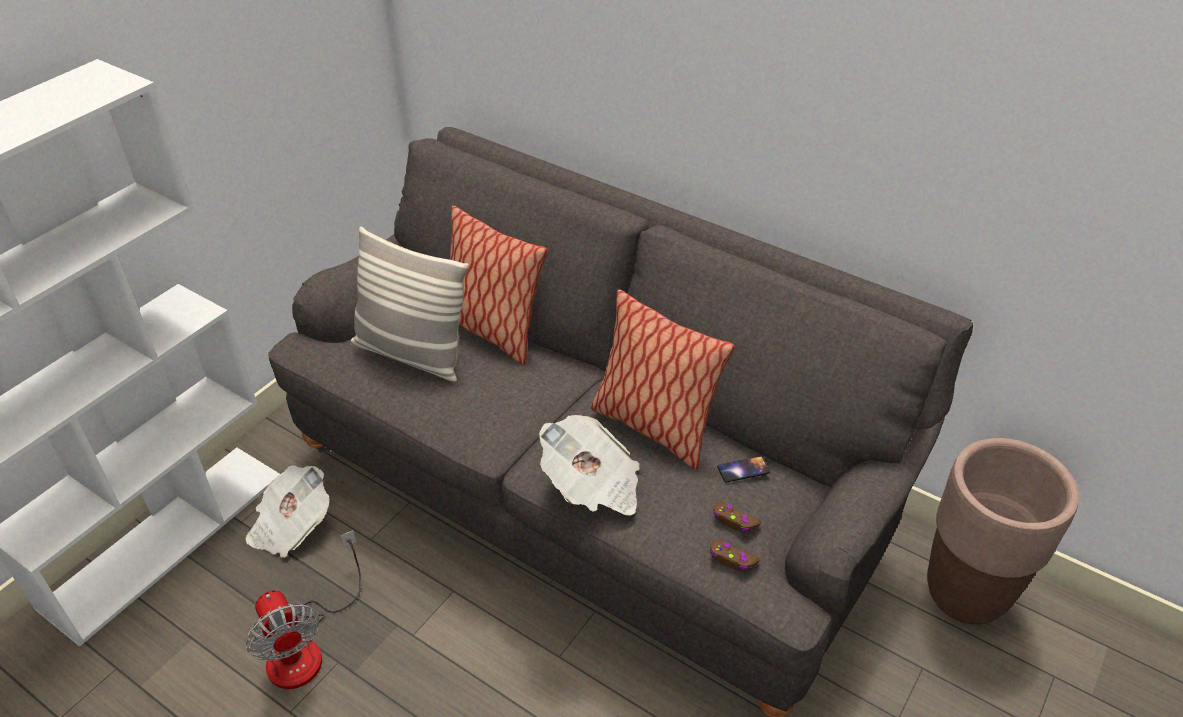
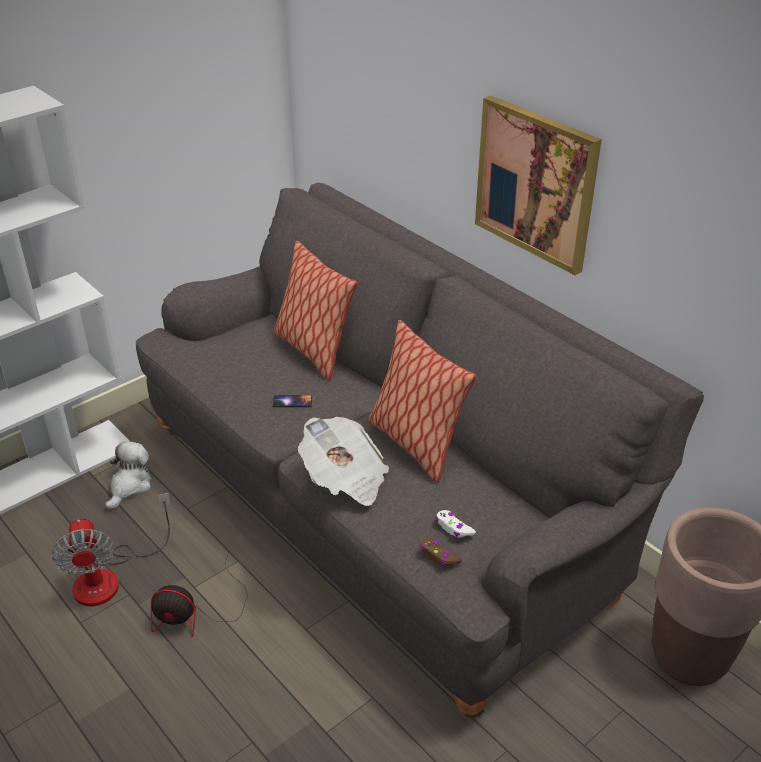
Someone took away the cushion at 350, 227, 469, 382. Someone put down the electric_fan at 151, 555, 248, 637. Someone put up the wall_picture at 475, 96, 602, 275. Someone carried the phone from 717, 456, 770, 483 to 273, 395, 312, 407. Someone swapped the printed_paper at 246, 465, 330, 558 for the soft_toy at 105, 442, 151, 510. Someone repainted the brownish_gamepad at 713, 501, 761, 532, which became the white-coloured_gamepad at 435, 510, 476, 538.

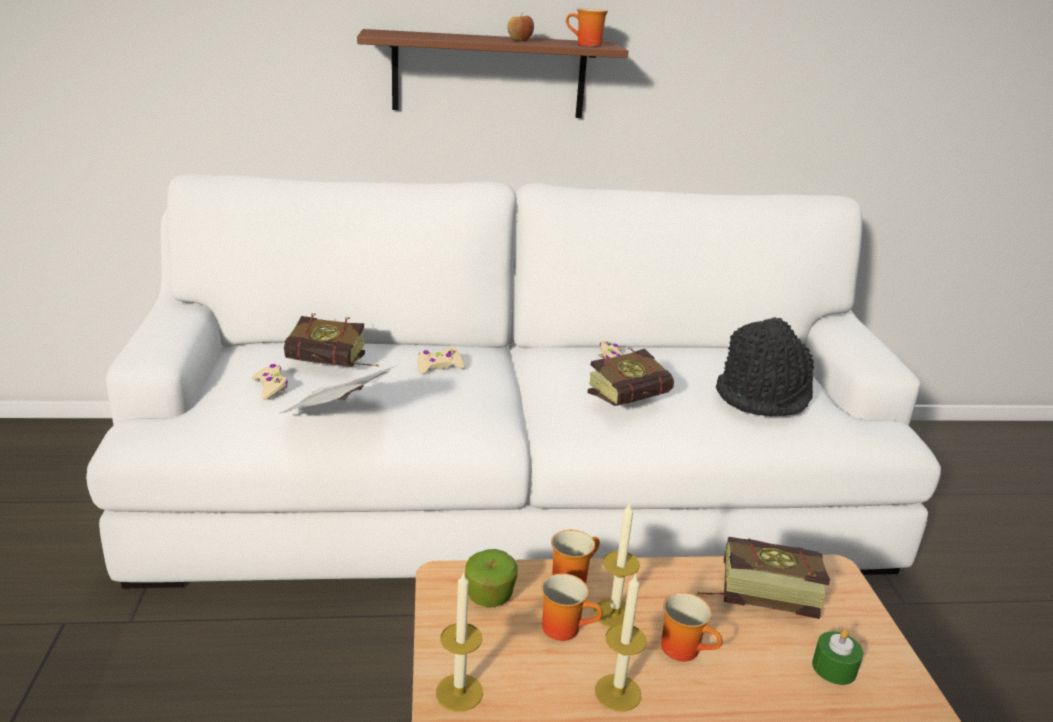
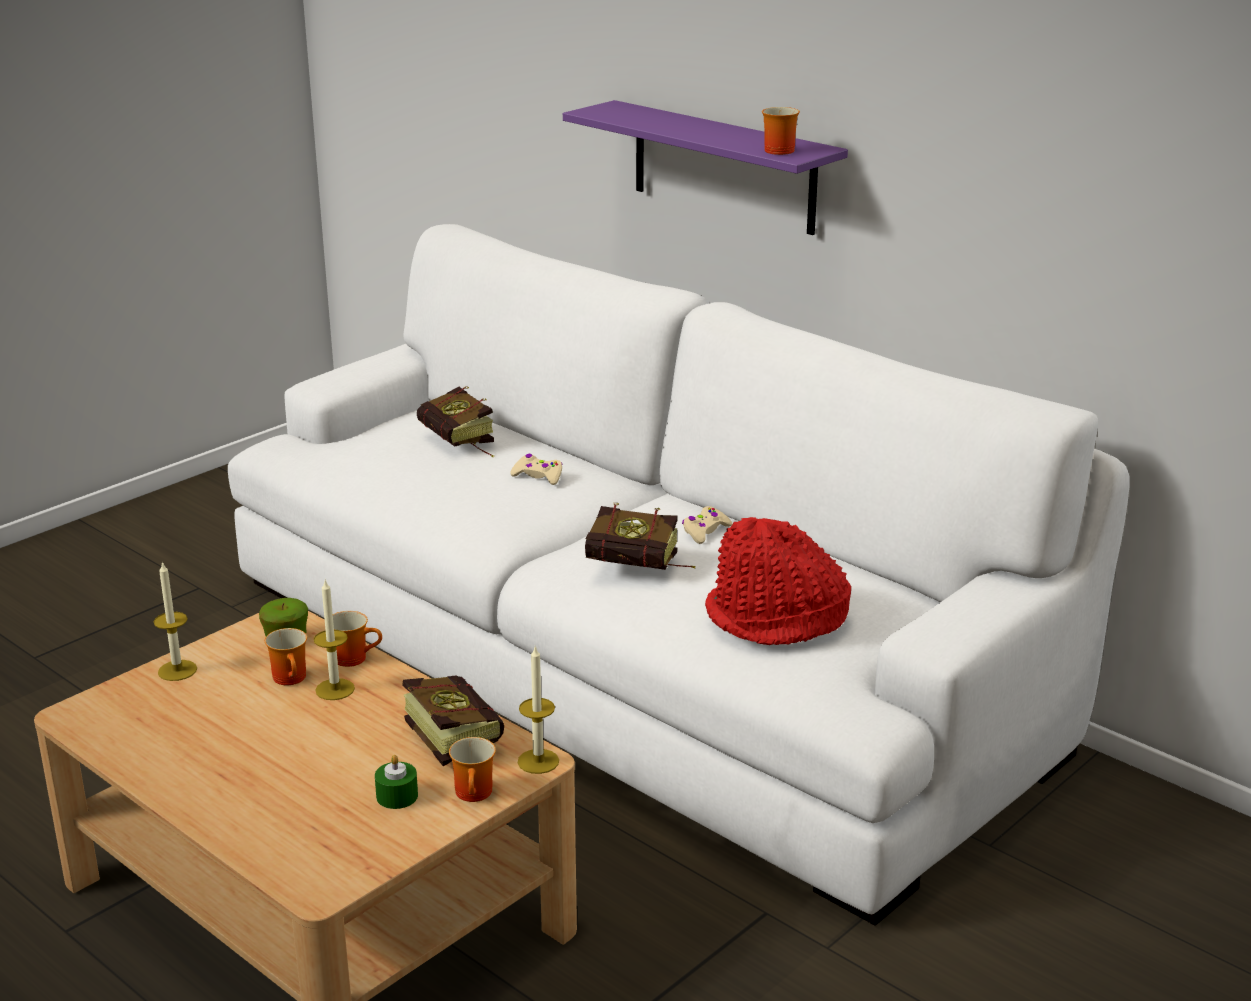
Someone took away the beige-coloured_gamepad at 252, 364, 288, 400. Someone took away the printed_paper at 278, 365, 398, 414. Someone took away the apple_fruit at 507, 13, 534, 41. Someone carried the wax_candle from 595, 573, 647, 712 to 518, 646, 559, 774. Someone carried the tea_mug from 661, 593, 723, 662 to 449, 737, 496, 802. Someone repainted the brownish_wall_shelf at 357, 29, 629, 118, which became the purplish_wall_shelf at 563, 100, 848, 235. Someone repainted the black-coloured_clothing_hat at 716, 317, 814, 416, which became the red_clothing_hat at 705, 517, 851, 645.

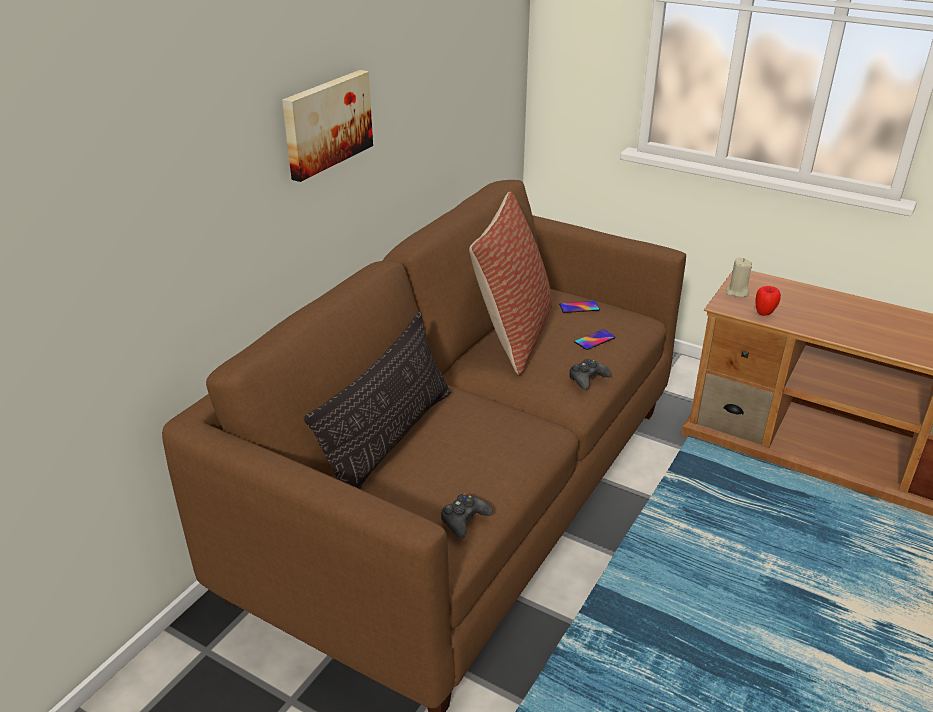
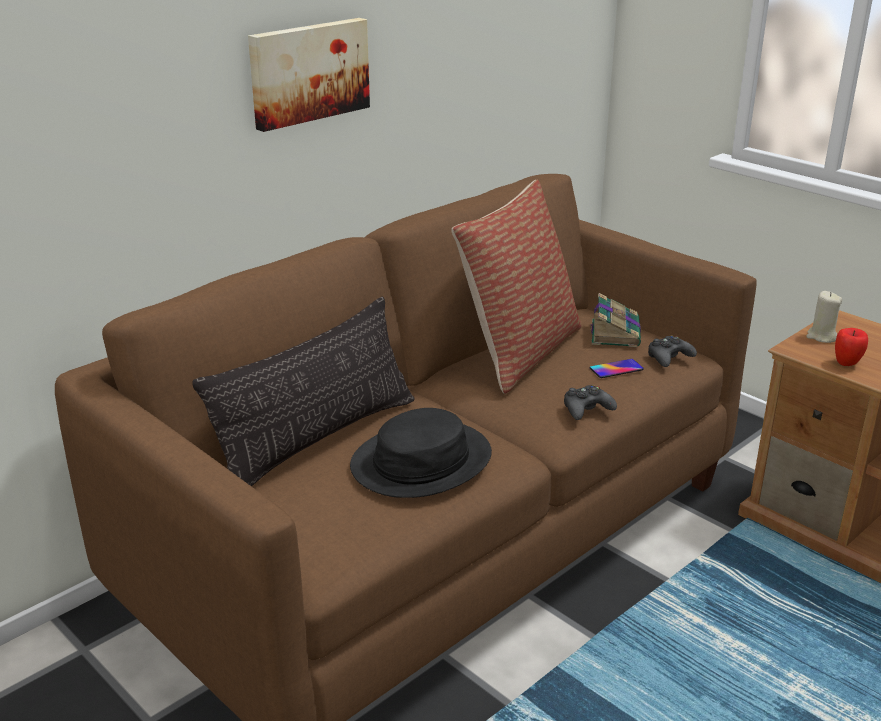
Someone put down the black-coloured_clothing_hat at 350, 408, 492, 498. Someone carried the black-coloured_gamepad from 441, 493, 493, 538 to 648, 335, 697, 367. Someone swapped the phone at 559, 301, 600, 313 for the bound_book at 590, 293, 641, 347.

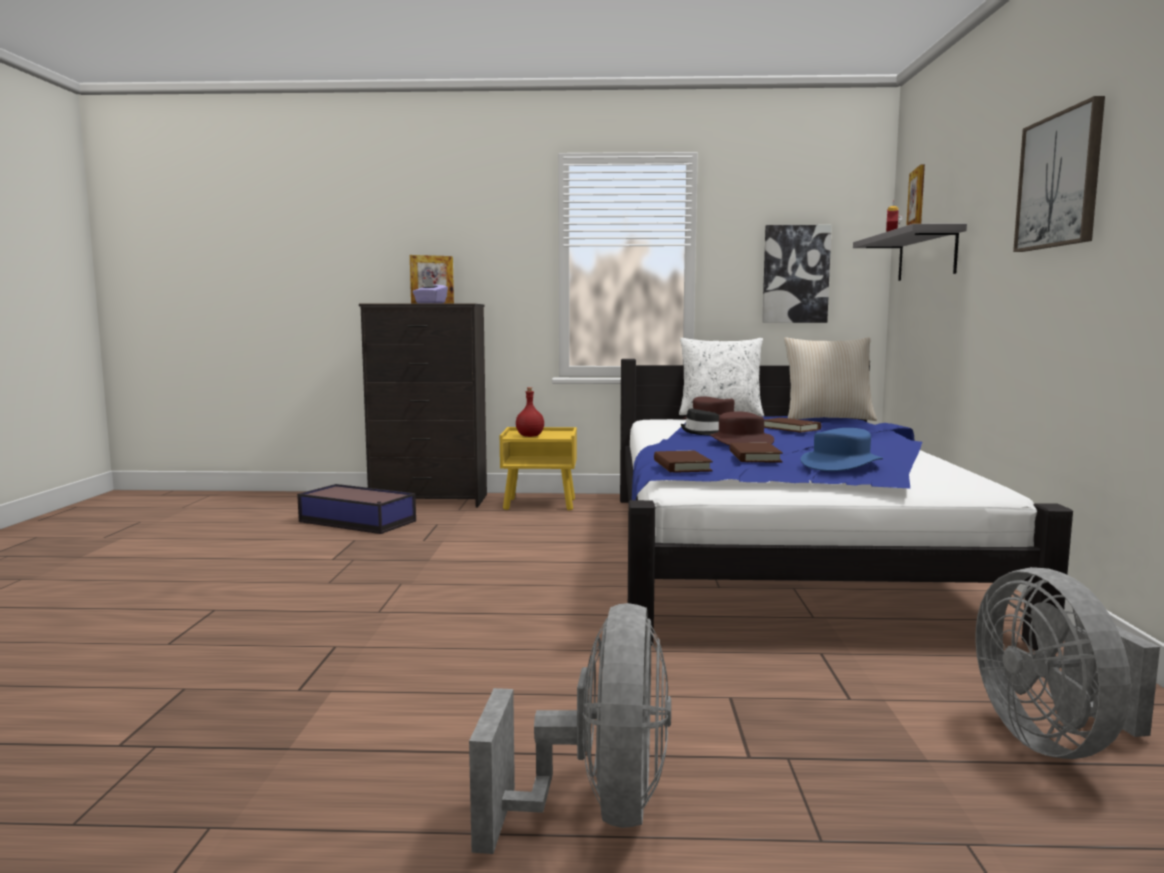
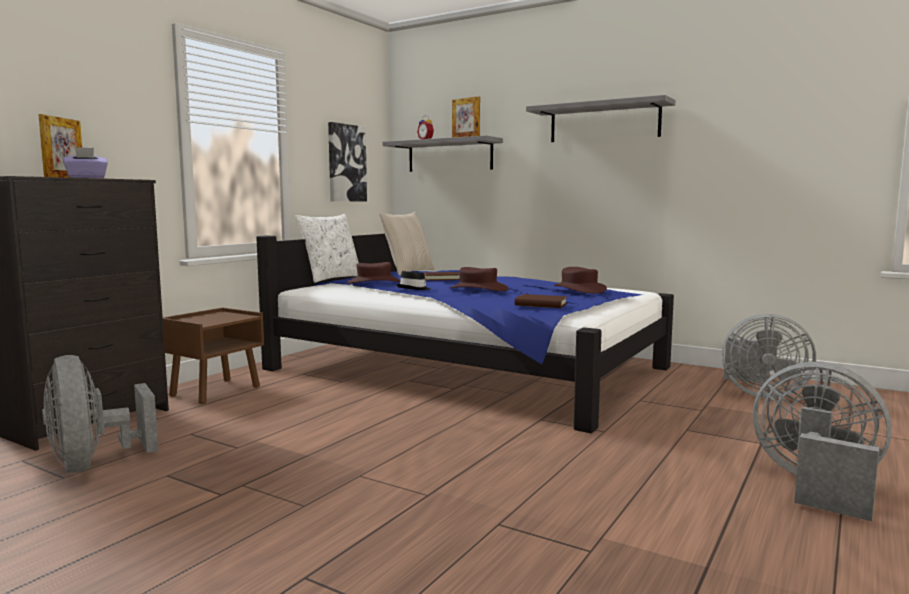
Someone took away the red_drink_bottle at 516, 387, 544, 437. Someone took away the brownish_bound_book at 730, 443, 783, 462. Someone swapped the storage_bin at 297, 484, 416, 534 for the gray_electric_fan at 42, 355, 158, 473. Someone swapped the wall_picture at 1013, 96, 1105, 252 for the gray_wall_shelf at 526, 95, 676, 142. Someone repainted the yellow-coloured_nightstand at 500, 427, 577, 510, which became the brownish_nightstand at 163, 307, 264, 404. Someone repainted the blue_clothing_hat at 801, 428, 883, 471, which became the brownish_clothing_hat at 554, 267, 607, 294.

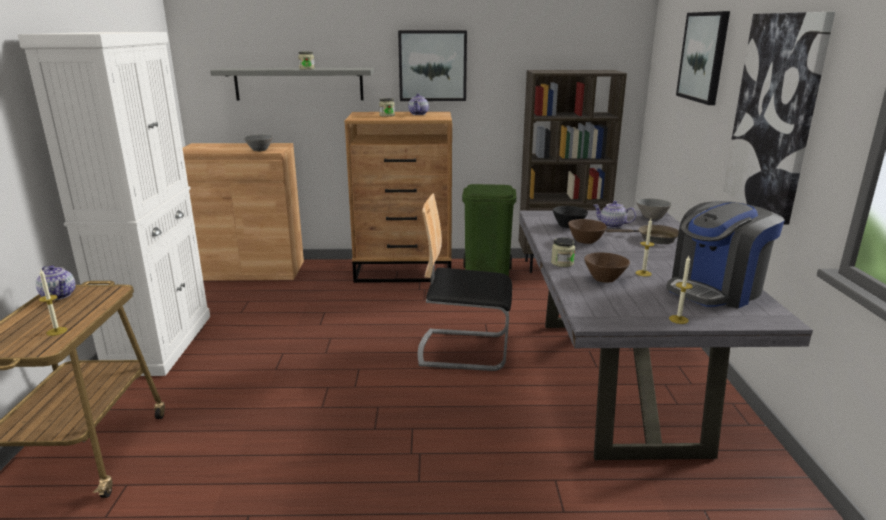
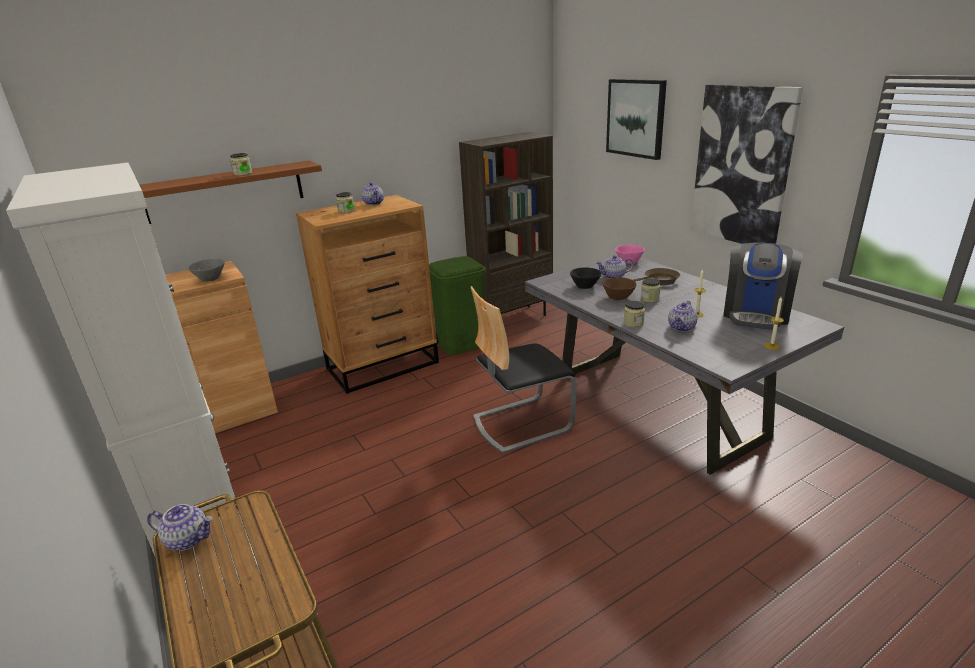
Someone took away the wax_candle at 39, 270, 67, 336. Someone took away the wall_picture at 398, 30, 467, 101. Someone put down the preserve_jar at 641, 278, 661, 303. Someone swapped the brownish_deep_dish at 584, 253, 630, 283 for the teapot at 668, 301, 698, 332. Someone repainted the gray_wall_shelf at 210, 68, 374, 101, which became the brownish_wall_shelf at 140, 161, 322, 224. Someone repainted the gray_deep_dish at 637, 198, 672, 220, which became the pinkish_deep_dish at 615, 245, 645, 264.

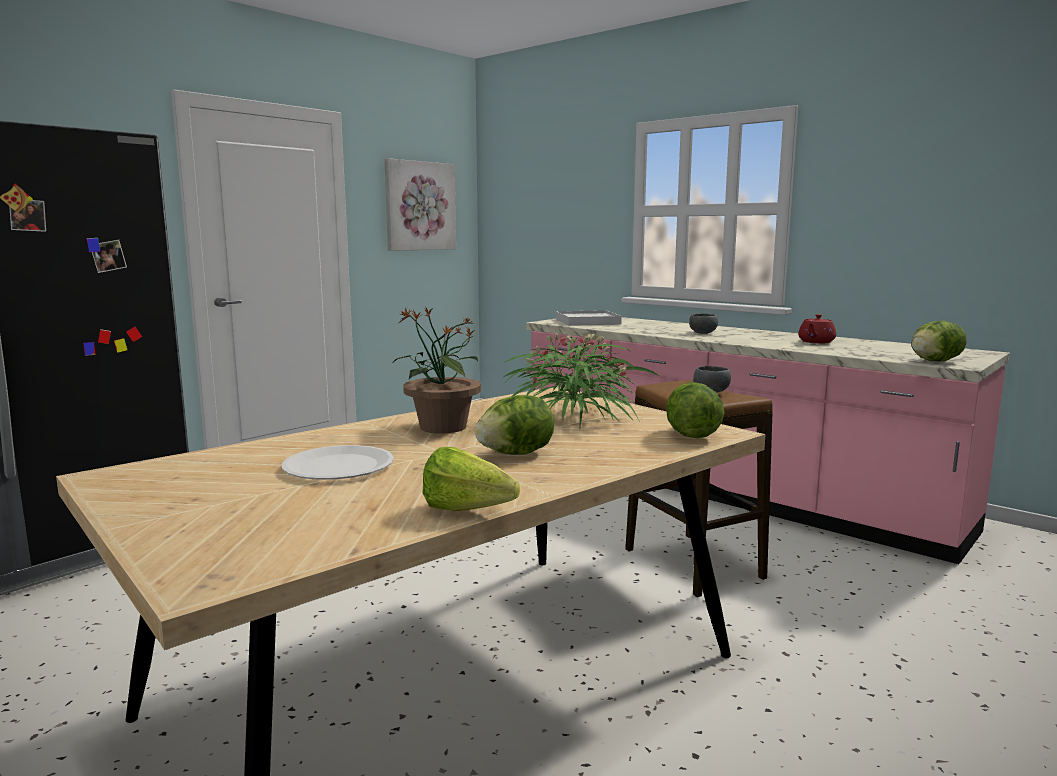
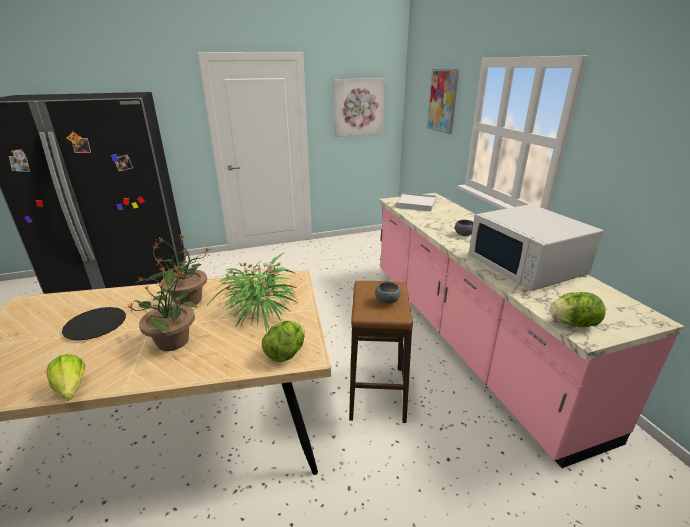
Someone put up the wall_picture at 427, 69, 459, 134. Someone swapped the lettuce at 475, 395, 554, 454 for the houseplant at 127, 265, 198, 351. Someone swapped the red_teapot at 798, 314, 836, 344 for the white-coloured_microwave at 469, 204, 603, 291. Someone repainted the white-coloured_plate at 282, 445, 394, 480, which became the black-coloured_plate at 62, 307, 126, 341.

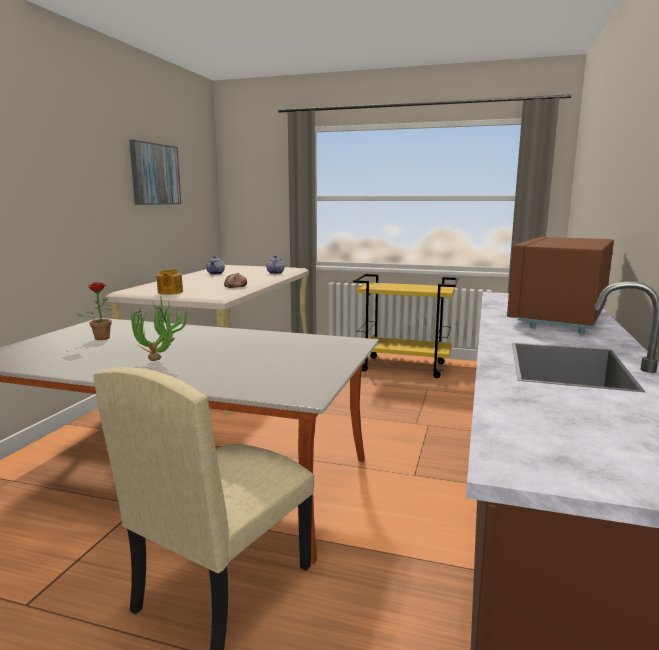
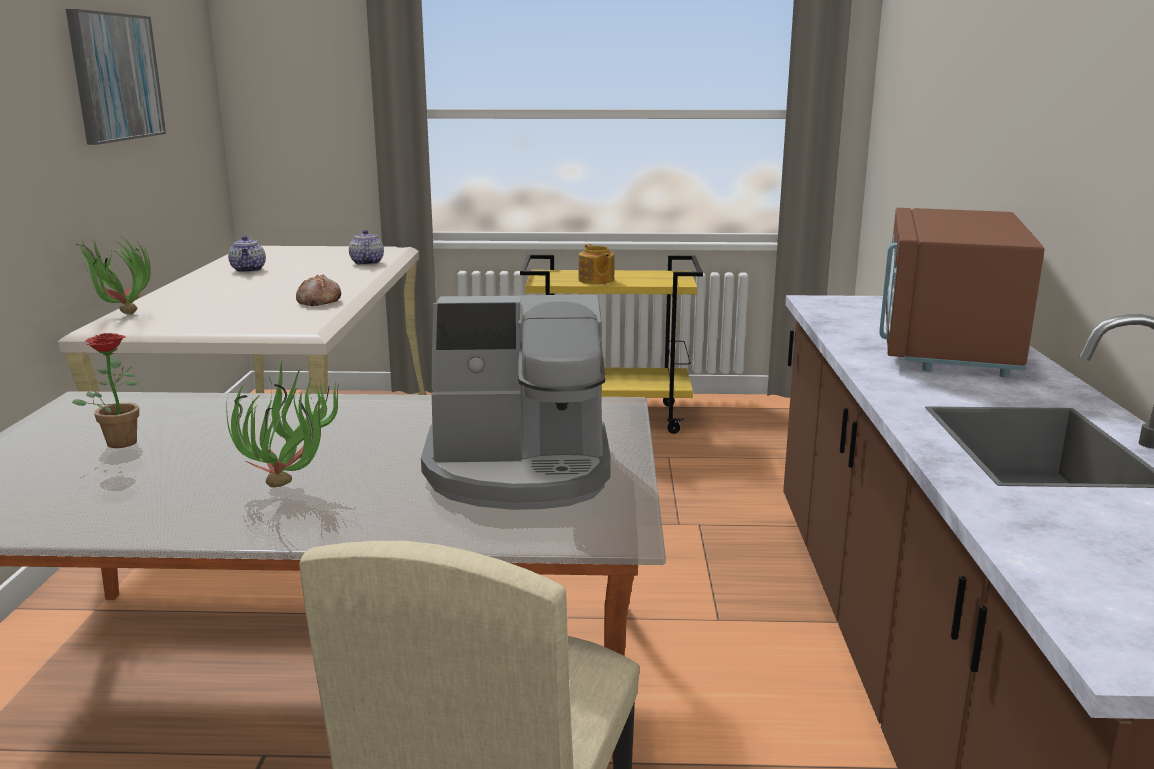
Someone put down the houseplant at 74, 238, 151, 314. Someone put down the coffee_machine at 421, 295, 611, 510. Someone carried the teapot from 157, 269, 183, 295 to 578, 244, 614, 284.

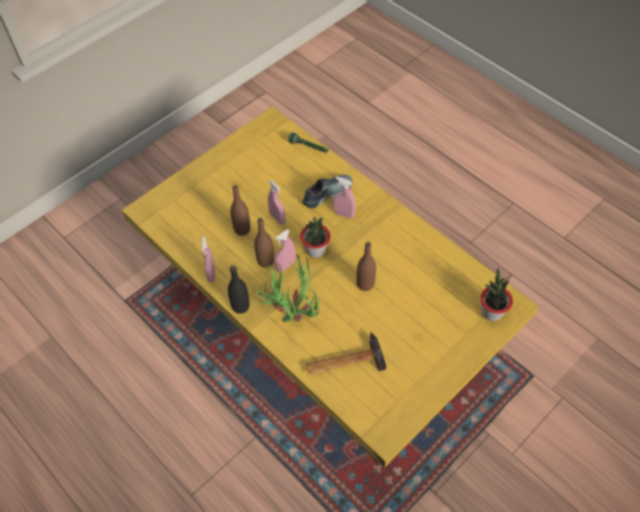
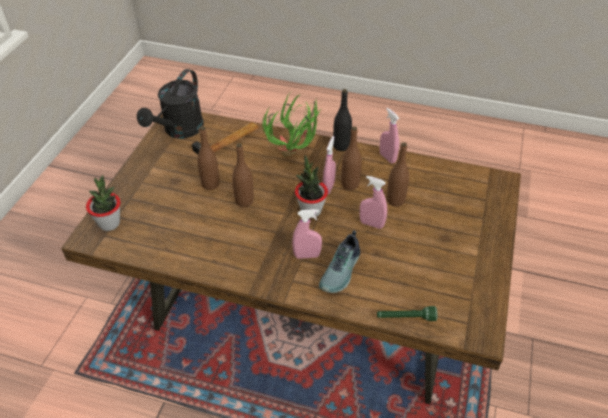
Someone put down the black-coloured_watering_pot at 137, 69, 204, 139. Someone put down the brownish_drink_bottle at 197, 126, 219, 190. Someone repainted the yellow-coloured_kitchen_table at 122, 106, 539, 468, which became the brownish_kitchen_table at 61, 112, 521, 404.

